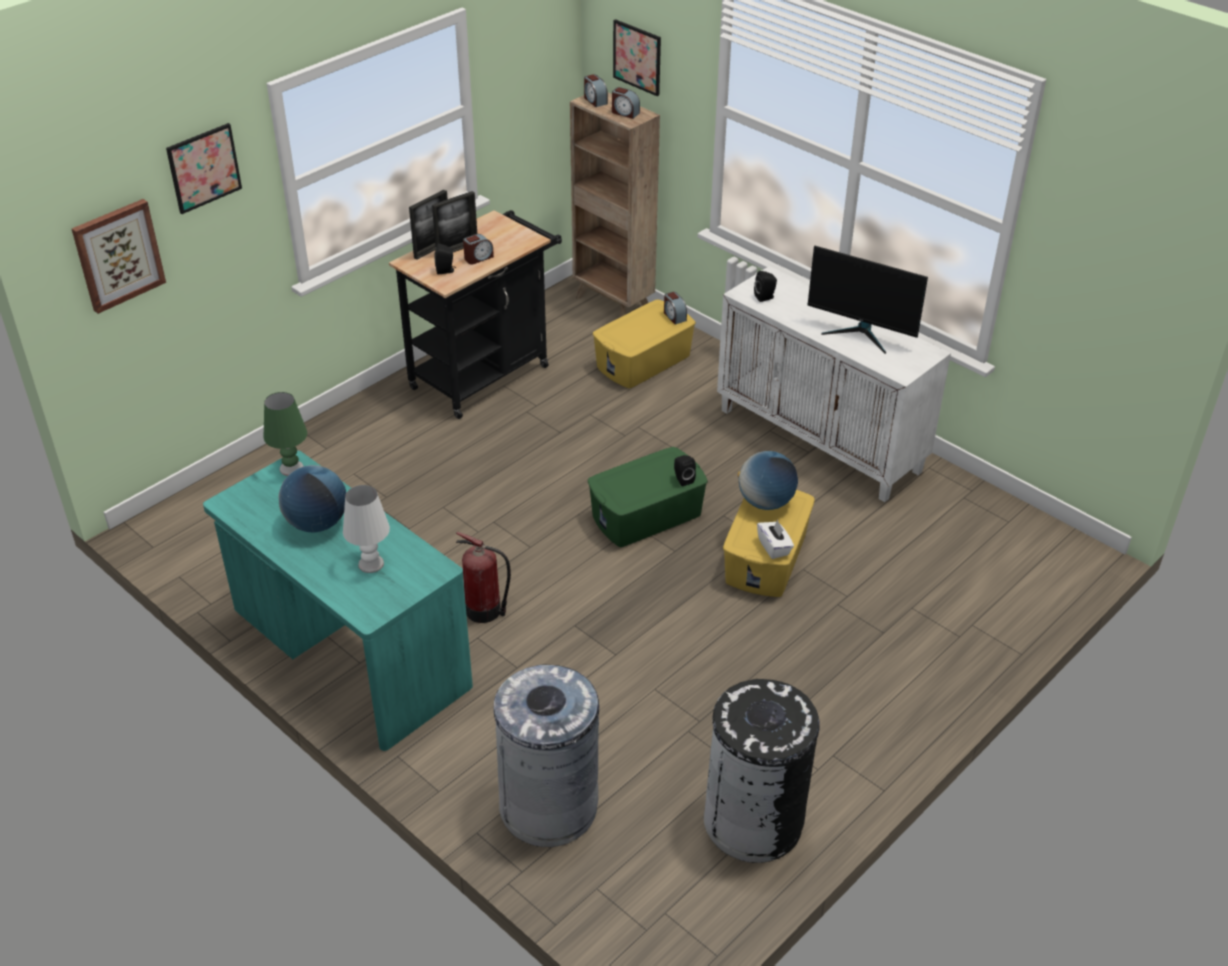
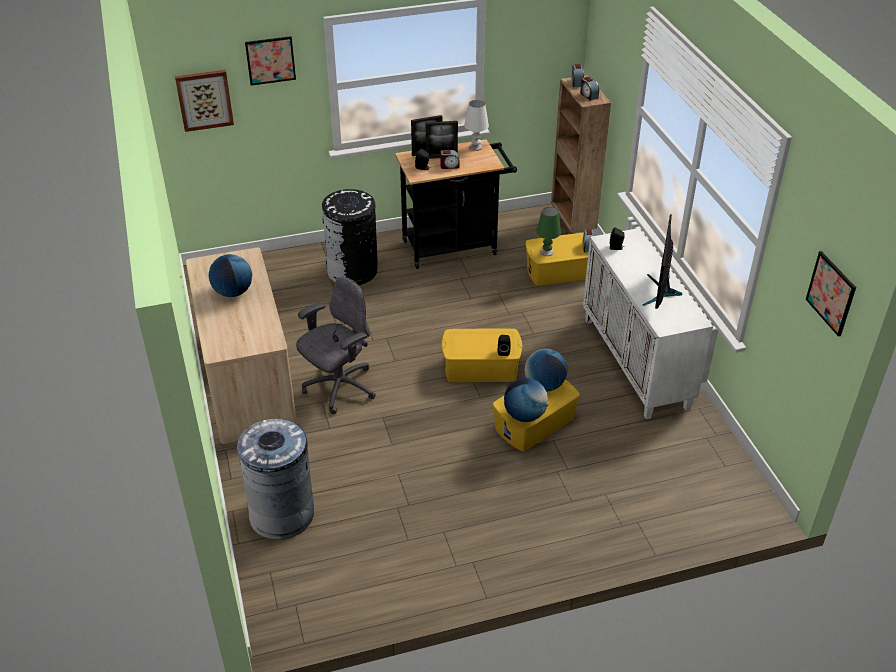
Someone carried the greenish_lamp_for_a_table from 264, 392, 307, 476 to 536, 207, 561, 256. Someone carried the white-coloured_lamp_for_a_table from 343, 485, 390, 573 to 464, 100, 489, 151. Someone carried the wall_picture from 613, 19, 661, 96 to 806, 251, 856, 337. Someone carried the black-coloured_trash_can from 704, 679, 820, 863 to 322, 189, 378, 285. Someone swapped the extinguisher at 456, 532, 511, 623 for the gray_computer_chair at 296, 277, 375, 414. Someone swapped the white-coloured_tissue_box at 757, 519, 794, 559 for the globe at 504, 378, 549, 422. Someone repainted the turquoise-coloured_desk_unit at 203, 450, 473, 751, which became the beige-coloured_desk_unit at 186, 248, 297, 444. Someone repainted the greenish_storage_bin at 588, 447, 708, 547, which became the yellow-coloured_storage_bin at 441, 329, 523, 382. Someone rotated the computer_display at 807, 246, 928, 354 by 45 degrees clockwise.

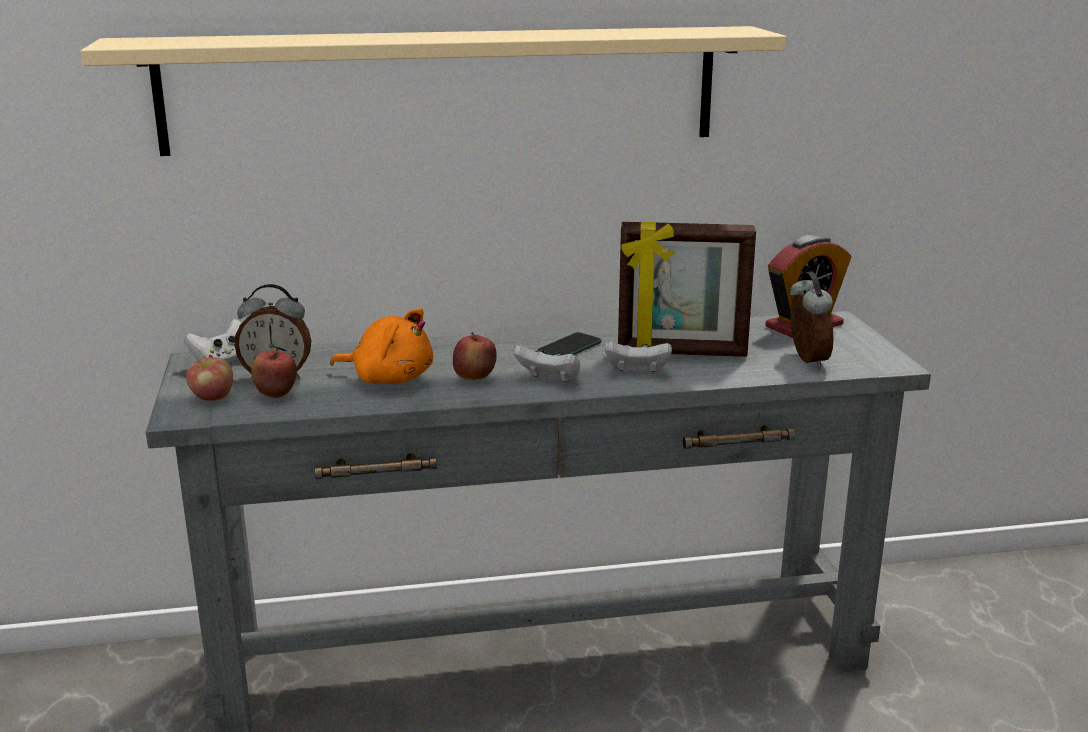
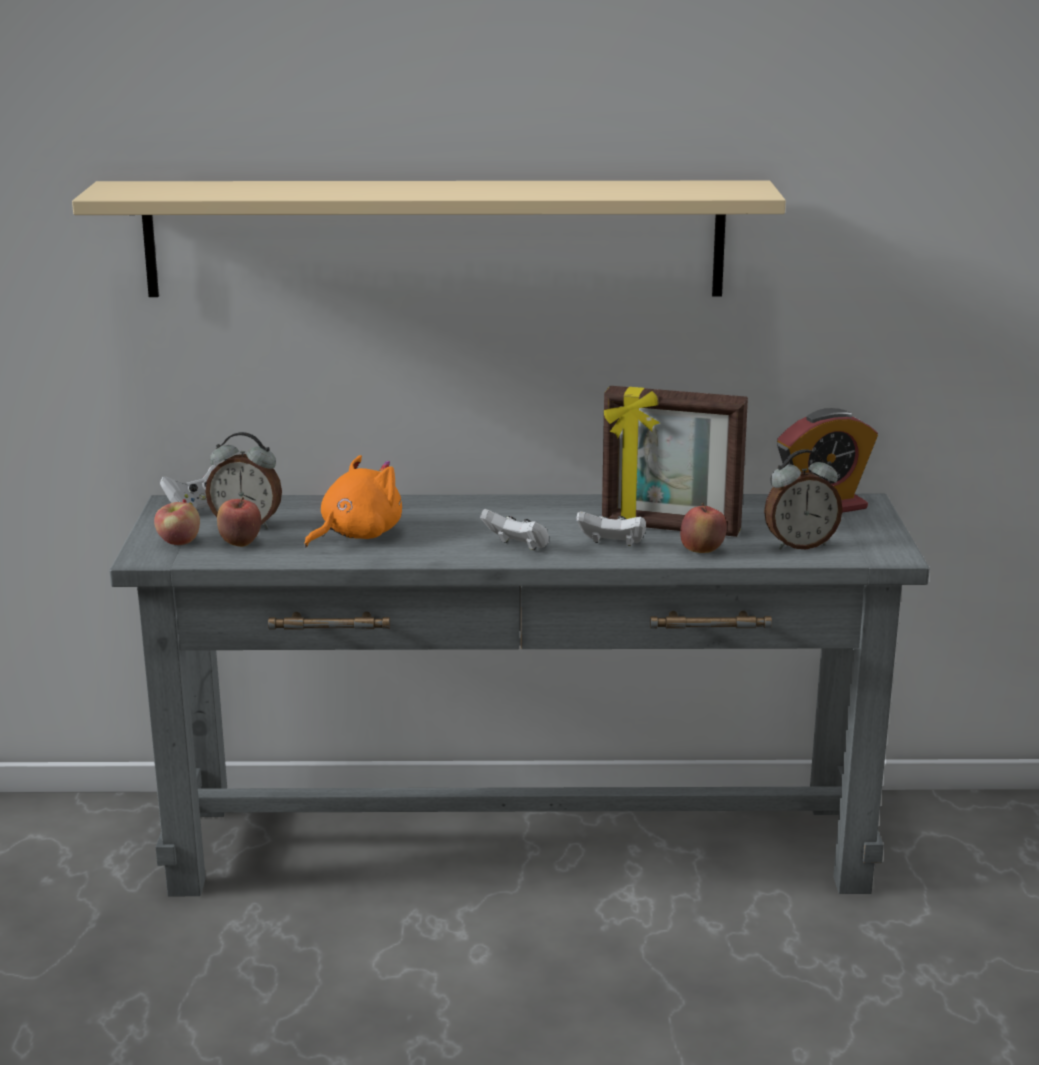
Someone took away the phone at 537, 332, 602, 356. Someone carried the apple_fruit from 453, 332, 497, 380 to 680, 503, 727, 553. Someone rotated the orange-coloured_soft_toy at 330, 308, 433, 384 by 75 degrees counterclockwise. Someone rotated the bedside_clock at 790, 271, 834, 368 by 75 degrees clockwise.

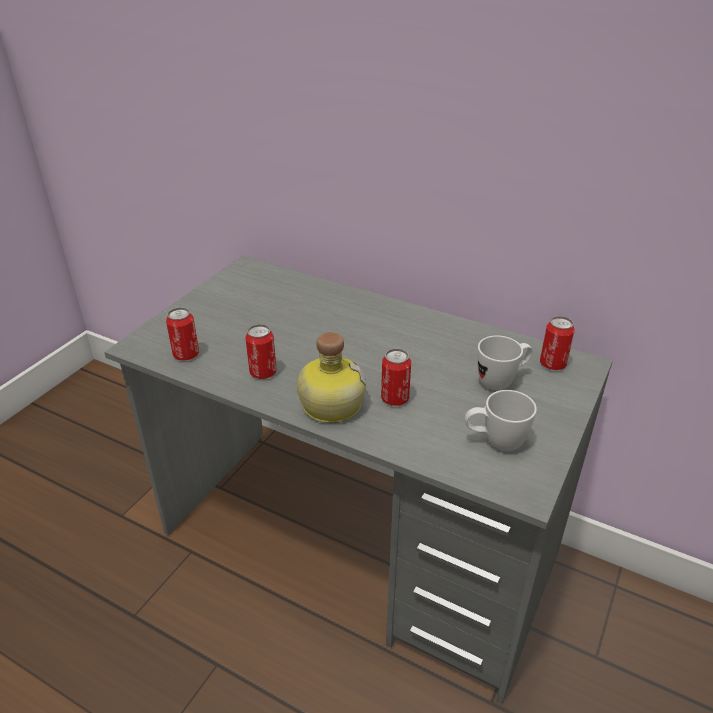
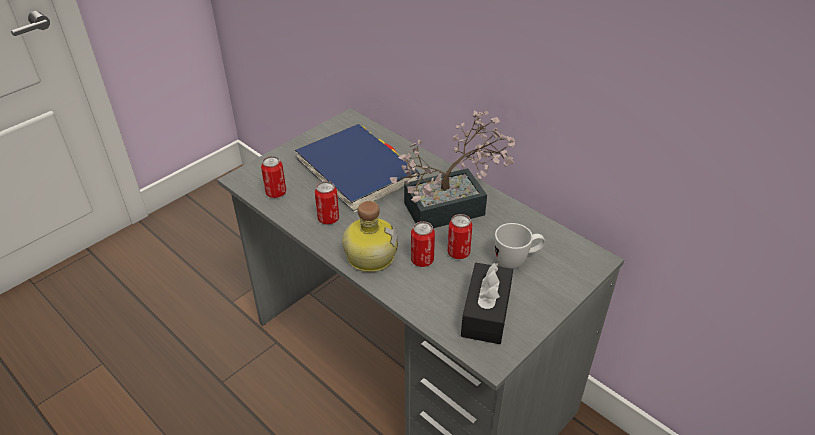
Someone put down the blue_bound_book at 295, 124, 420, 213. Someone put down the houseplant at 390, 111, 515, 228. Someone carried the sealed_can from 540, 316, 575, 370 to 447, 214, 473, 259. Someone swapped the white-coloured_tea_mug at 465, 390, 537, 451 for the black-coloured_tissue_box at 461, 263, 513, 344.

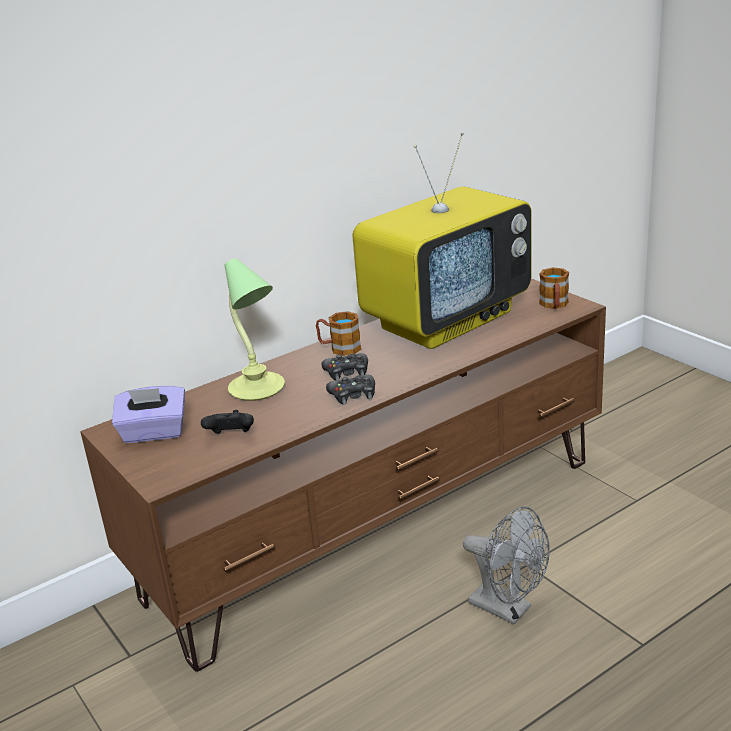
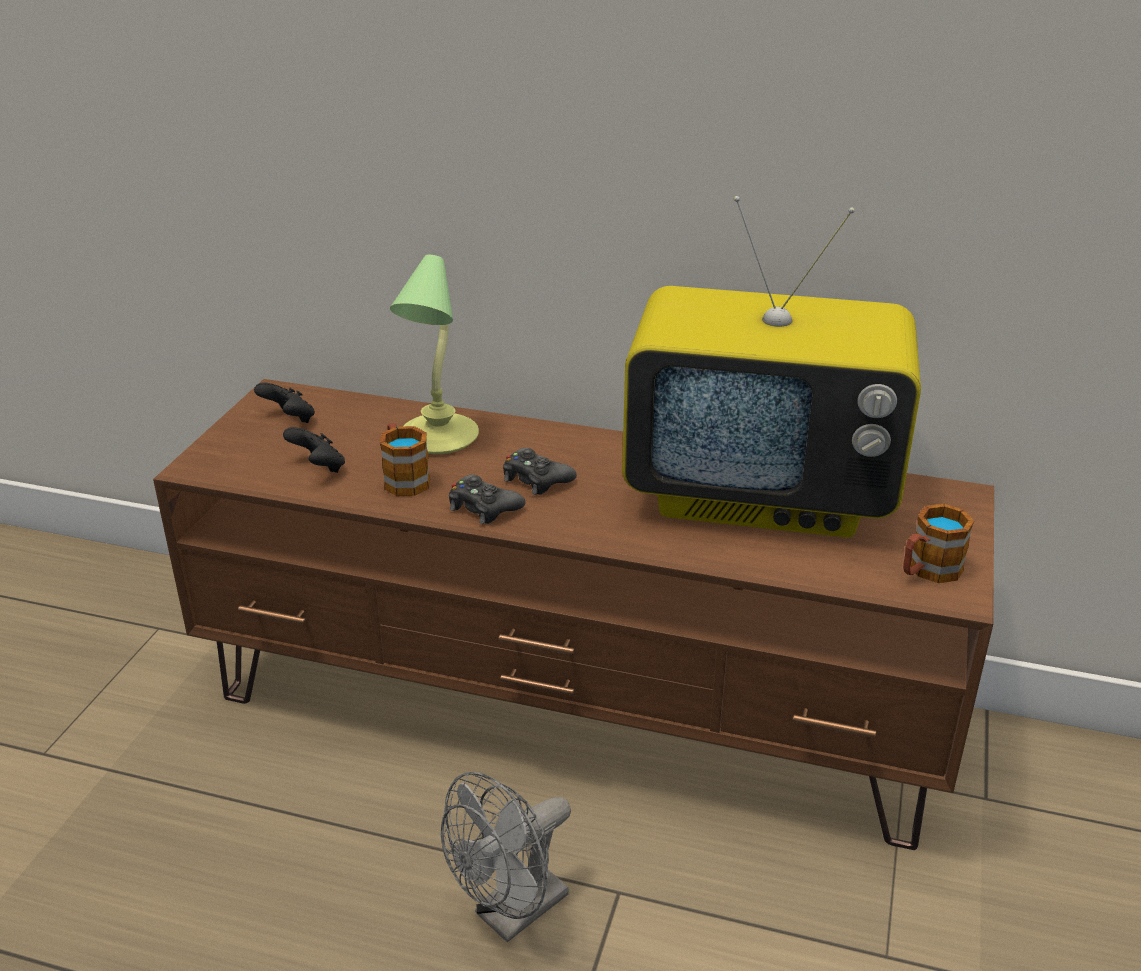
Someone carried the tea_mug from 316, 311, 361, 356 to 380, 423, 430, 496. Someone swapped the purplish_tissue_box at 112, 386, 185, 443 for the black-coloured_gamepad at 254, 383, 315, 423. Someone rotated the gray_electric_fan at 463, 506, 550, 624 by 45 degrees clockwise.

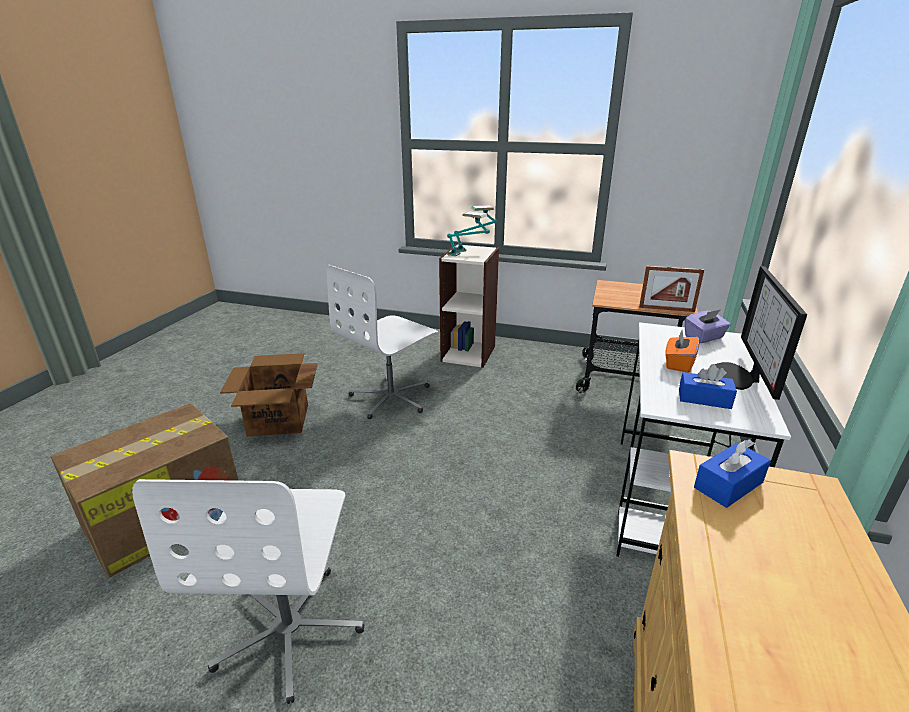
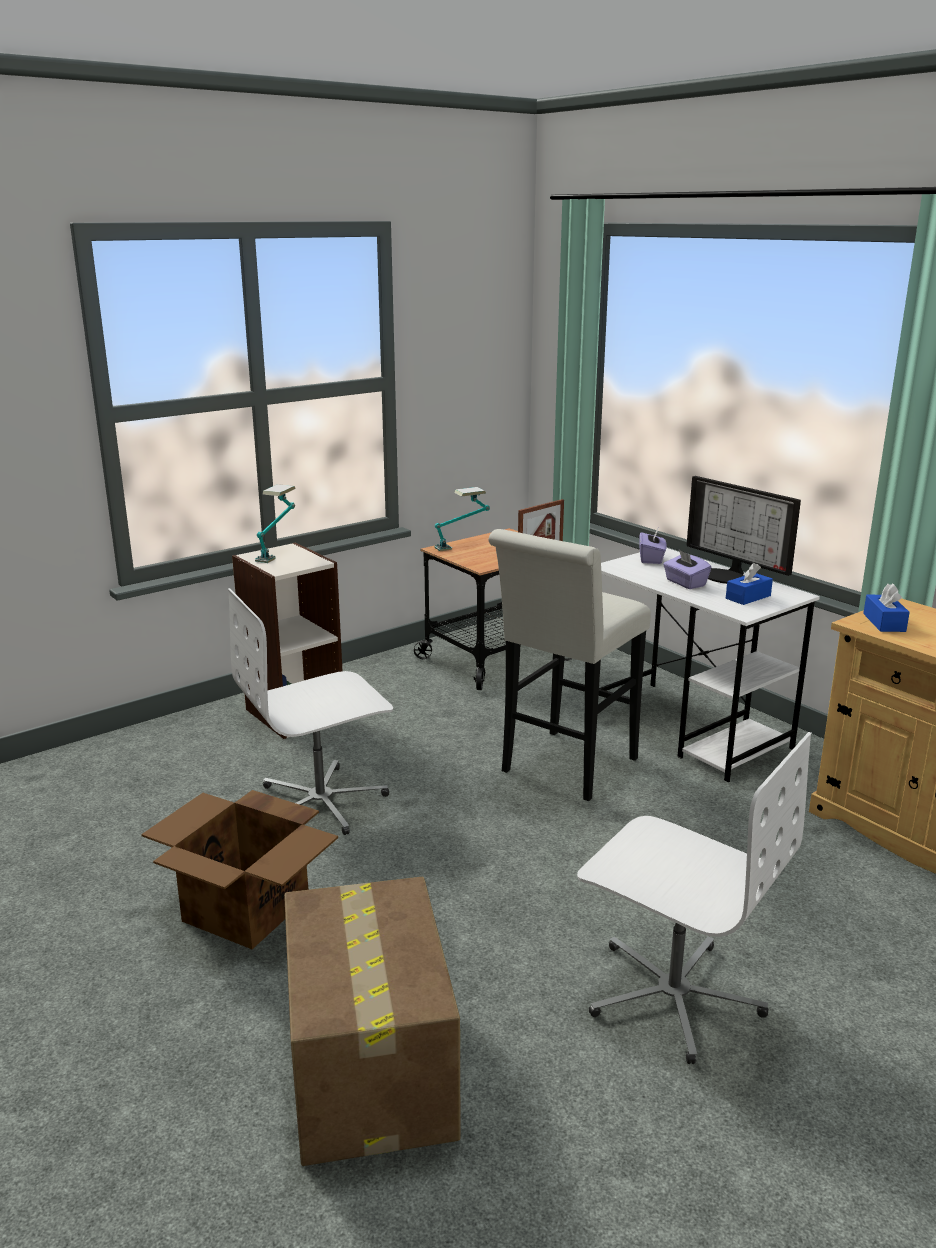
Someone put down the white-coloured_sitting_stool at 488, 529, 651, 801. Someone carried the lamp_for_a_table from 447, 211, 490, 256 to 434, 487, 490, 551. Someone repainted the orange-coloured_tissue_box at 665, 330, 700, 373, which became the purplish_tissue_box at 663, 550, 711, 589. Someone rotated the white-coloured_computer_chair at 327, 265, 438, 419 by 75 degrees clockwise.

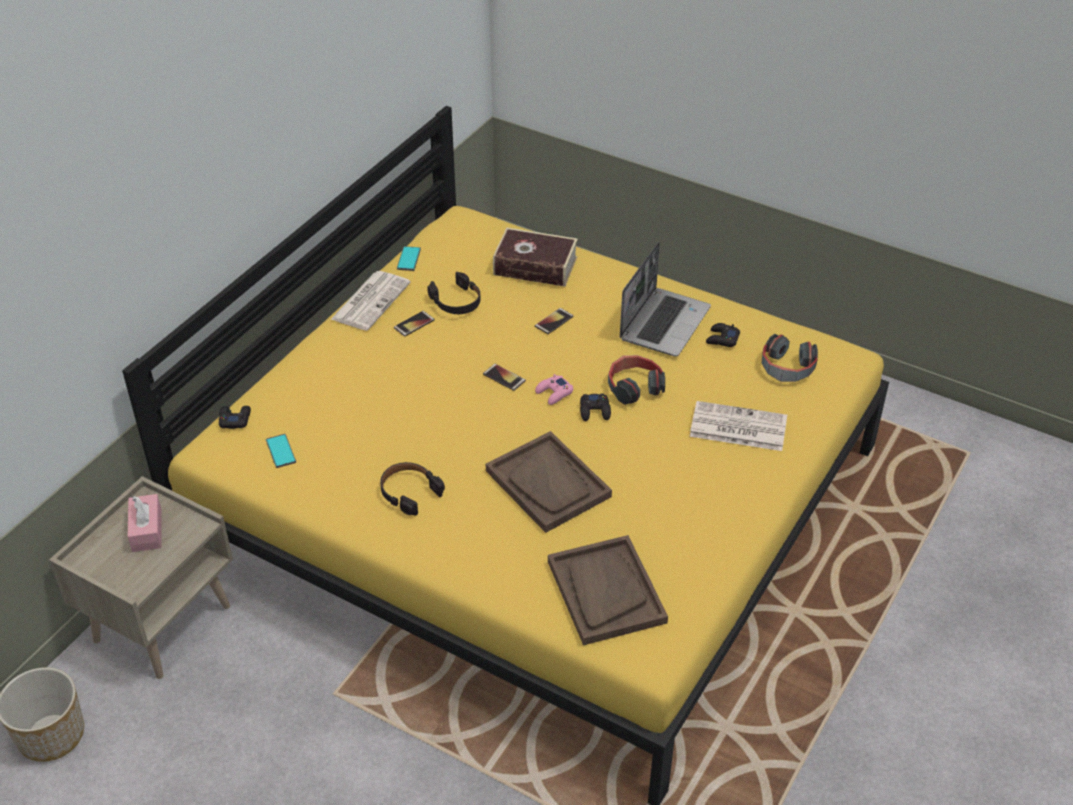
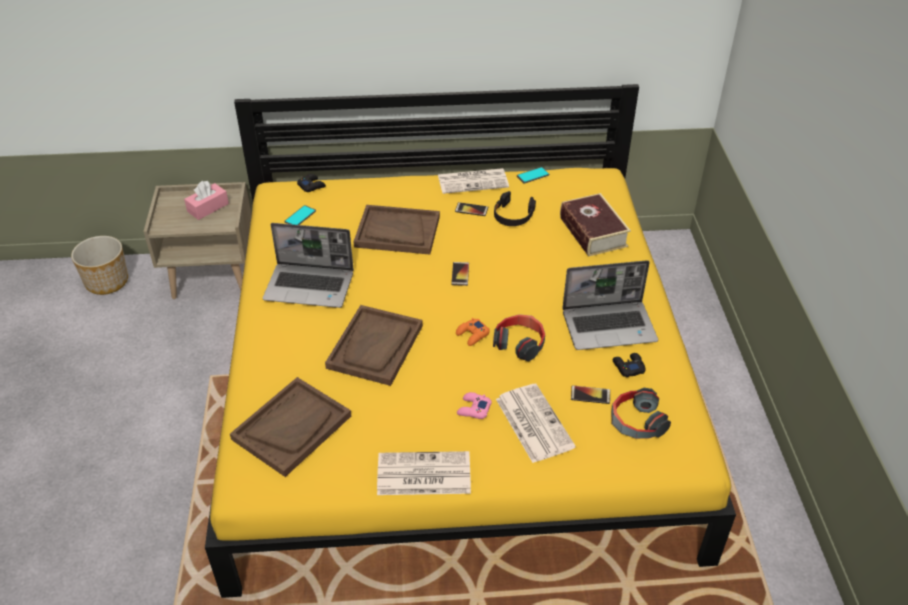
Someone put down the brownish_tray at 353, 205, 440, 255. Someone put down the printed_paper at 377, 451, 471, 495. Someone carried the phone from 535, 308, 574, 334 to 571, 385, 610, 404. Someone carried the pinkish_gamepad from 535, 374, 573, 405 to 457, 392, 492, 419. Someone swapped the black-coloured_pair_of_headphones at 380, 462, 445, 516 for the portable_computer at 263, 223, 354, 308. Someone repainted the black-coloured_gamepad at 580, 393, 611, 421, which became the orange-coloured_gamepad at 456, 318, 490, 346.

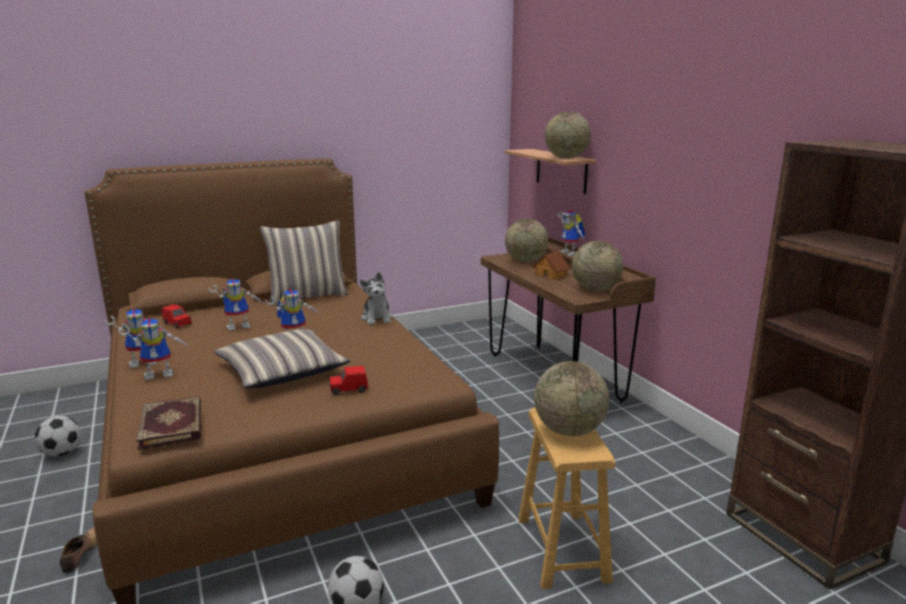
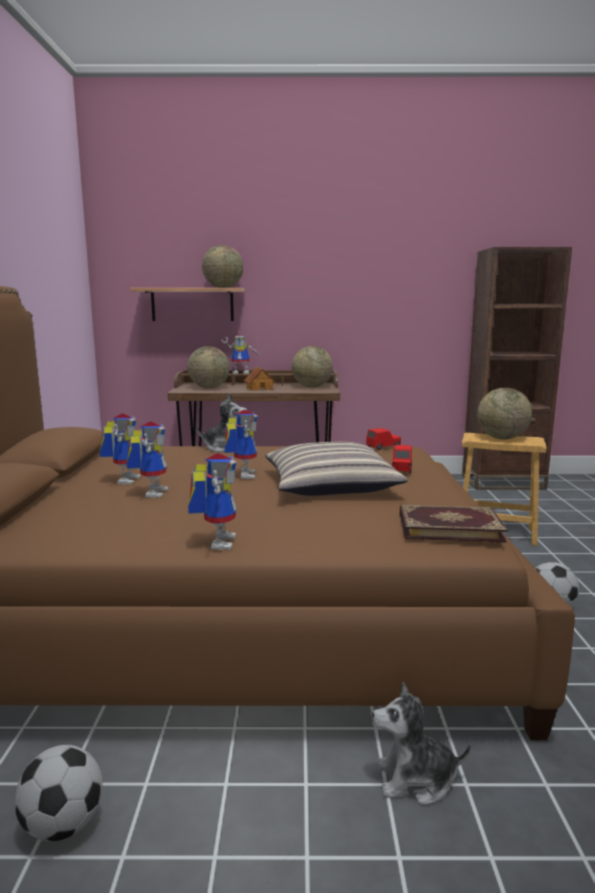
Someone took away the cushion at 260, 220, 349, 305. Someone carried the robot_figure from 118, 318, 189, 380 to 100, 414, 141, 484. Someone carried the red_toy_car from 162, 304, 191, 329 to 366, 428, 401, 450. Someone swapped the shoe at 60, 527, 97, 573 for the soft_toy at 372, 683, 471, 805.

